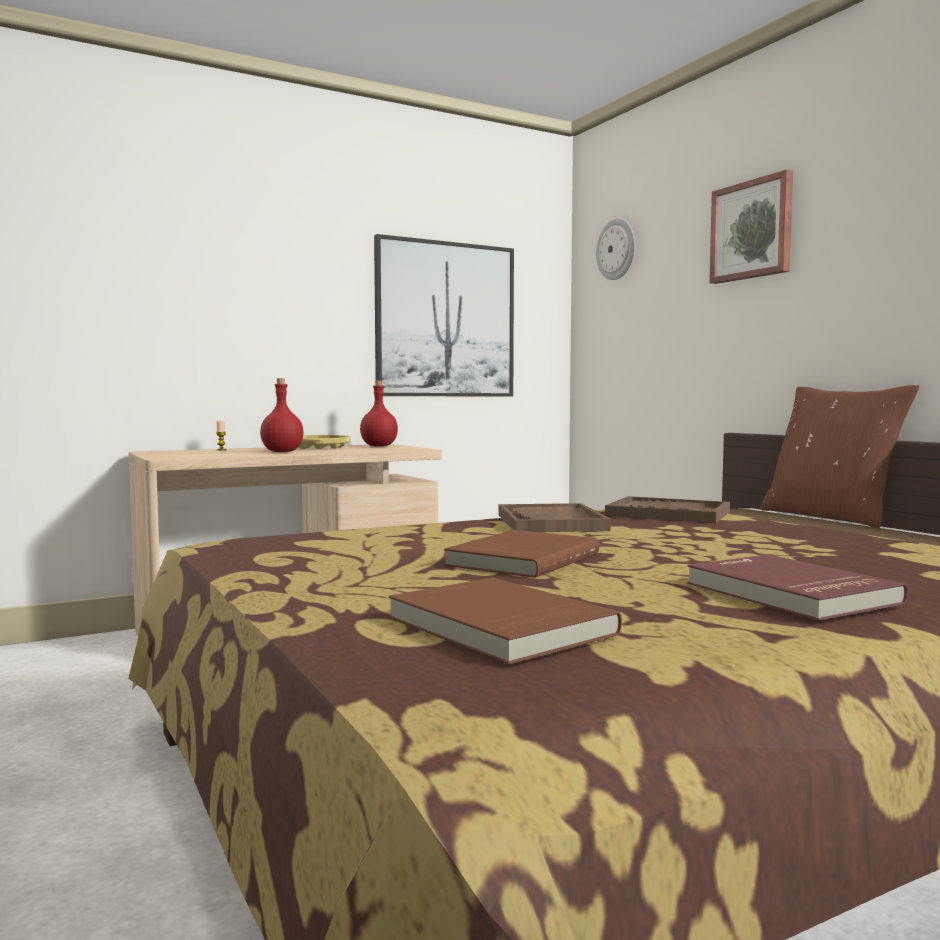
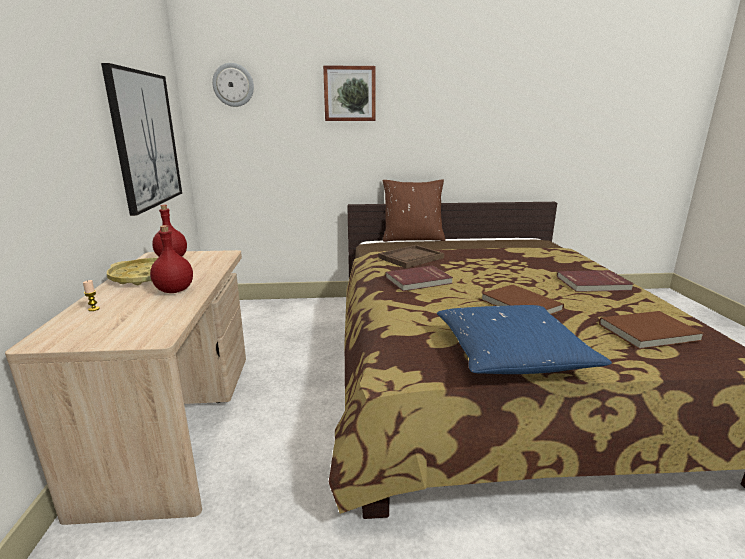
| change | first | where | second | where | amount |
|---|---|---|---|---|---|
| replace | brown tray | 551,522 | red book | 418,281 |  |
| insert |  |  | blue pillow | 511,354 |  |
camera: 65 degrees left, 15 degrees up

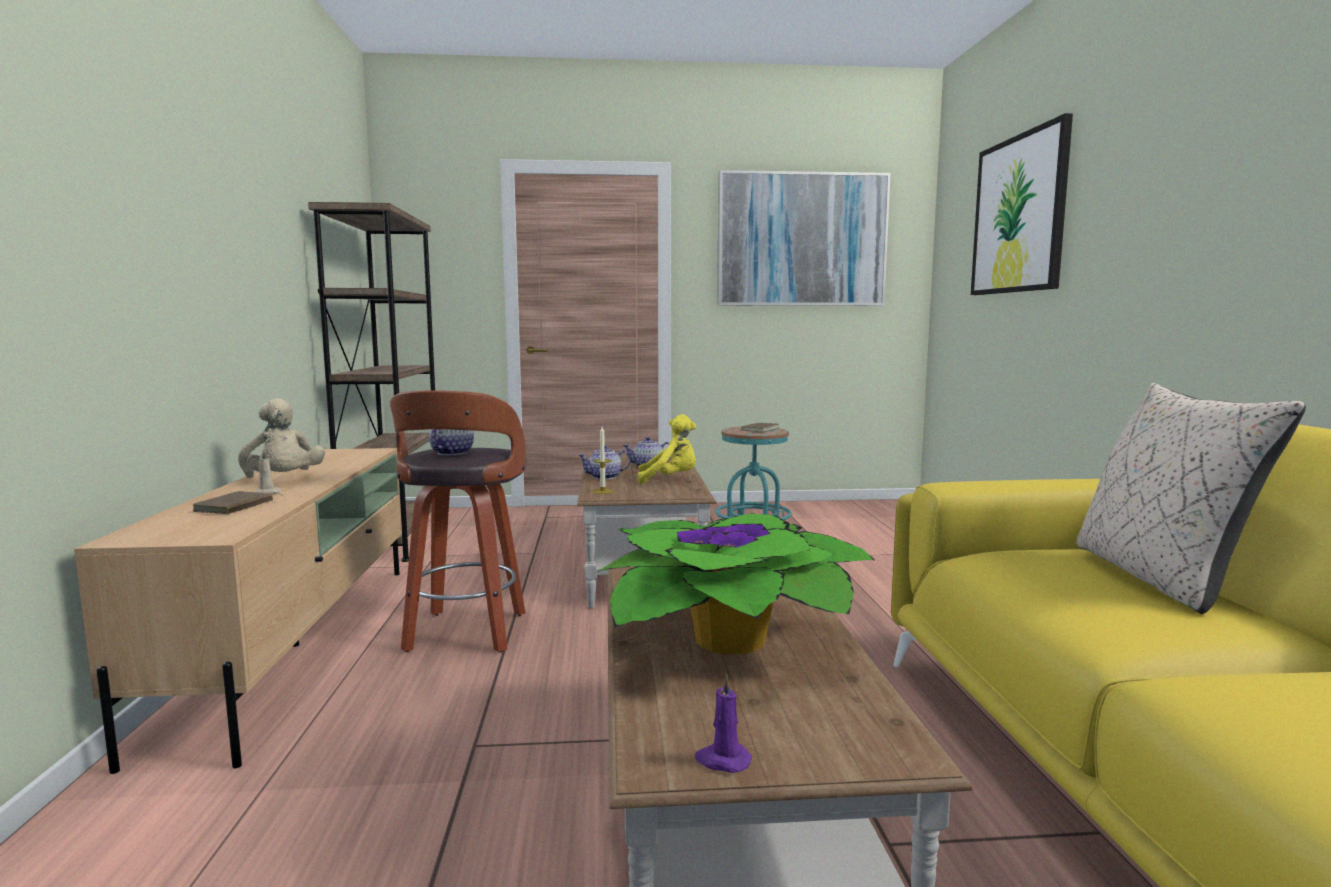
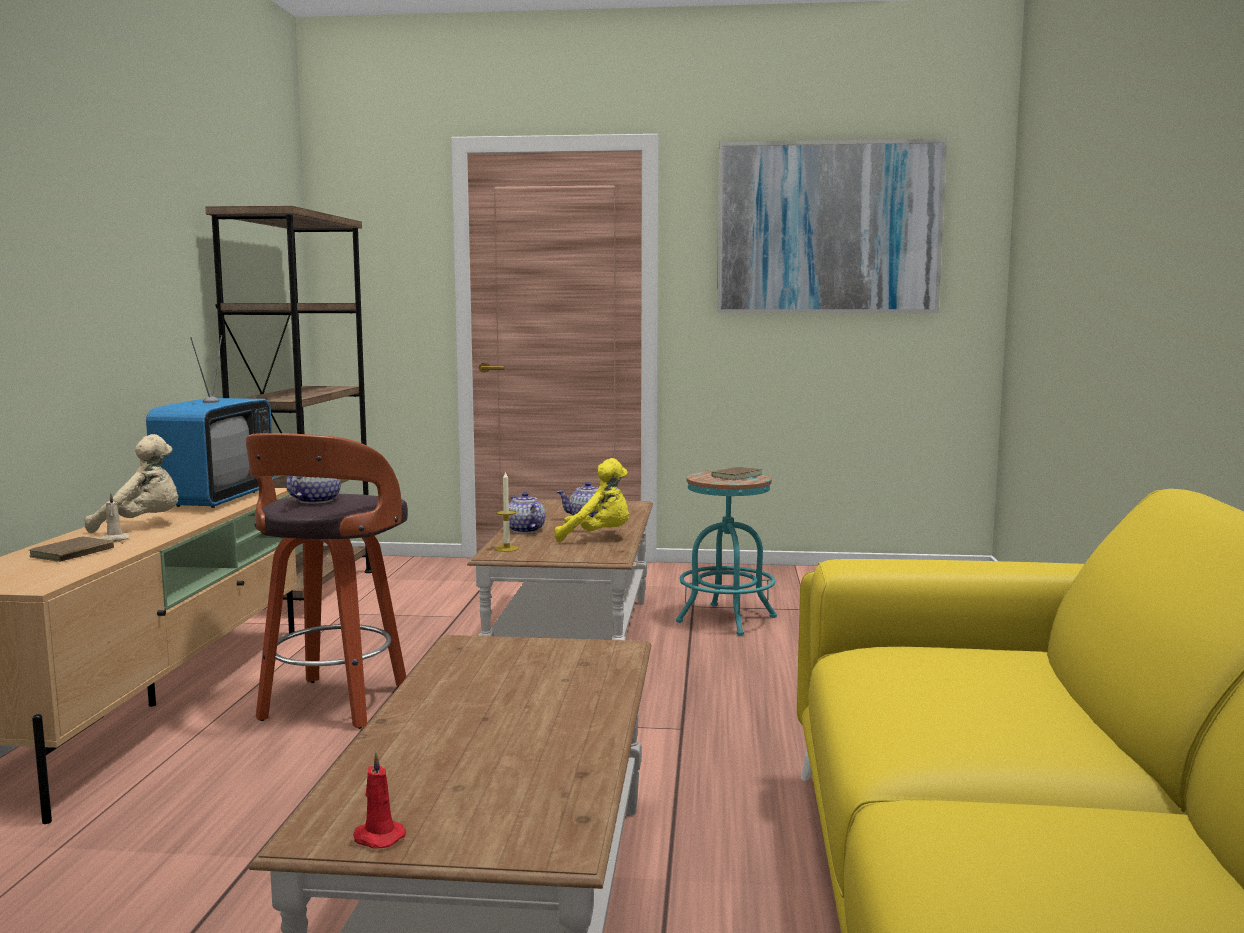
| change | first | where | second | where | amount |
|---|---|---|---|---|---|
| rotate | beige plush toy | 283,481 |  | 142,525 | 75 degrees counterclockwise |
| insert |  |  | television | 216,499 |  |
| recolor | purple candle | 722,760 | red candle | 377,837 |  |
| rotate | teapot | 605,477 |  | 525,530 | 75 degrees clockwise |
| delete | potted plant | 723,636 |  |  |  |
| delete | picture | 1019,214 |  |  |  |
| delete | beige pillow | 1159,577 |  |  |  |
camera: 10 degrees right, 0 degrees up

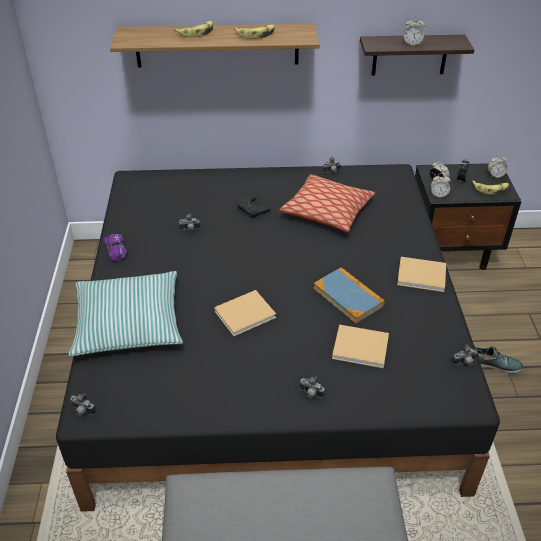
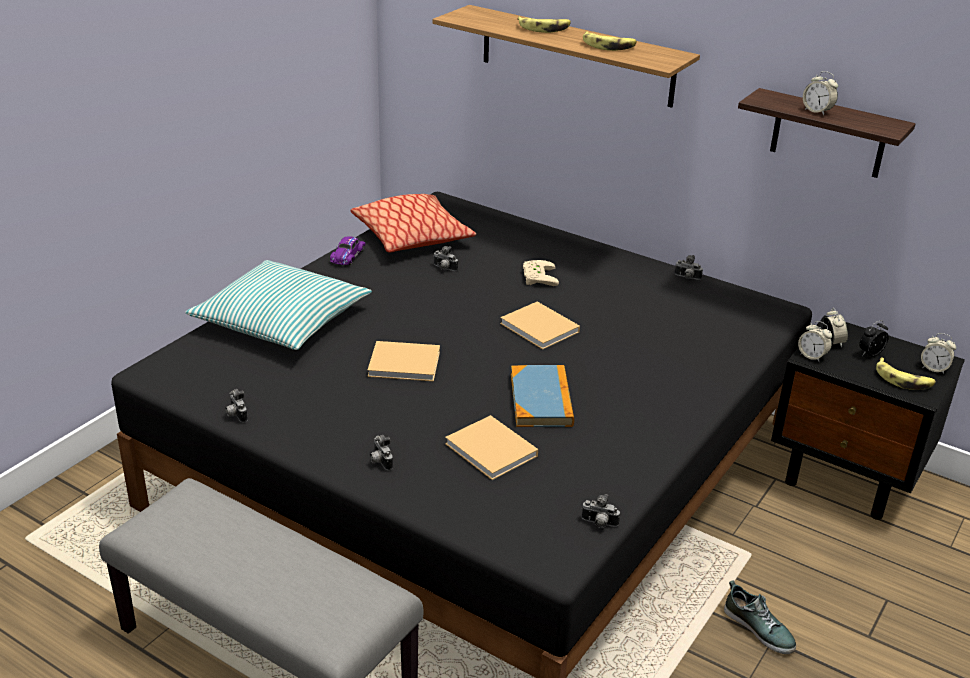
| change | first | where | second | where | amount |
|---|---|---|---|---|---|
| move | photo camera | 82,411 |  | 236,415 |  |
| move | pillow | 327,211 |  | 412,237 |  |
| move | beige book | 423,276 |  | 541,329 |  |
| recolor | black game controller | 251,209 | beige game controller | 536,276 |  |
camera: 35 degrees right, 10 degrees down

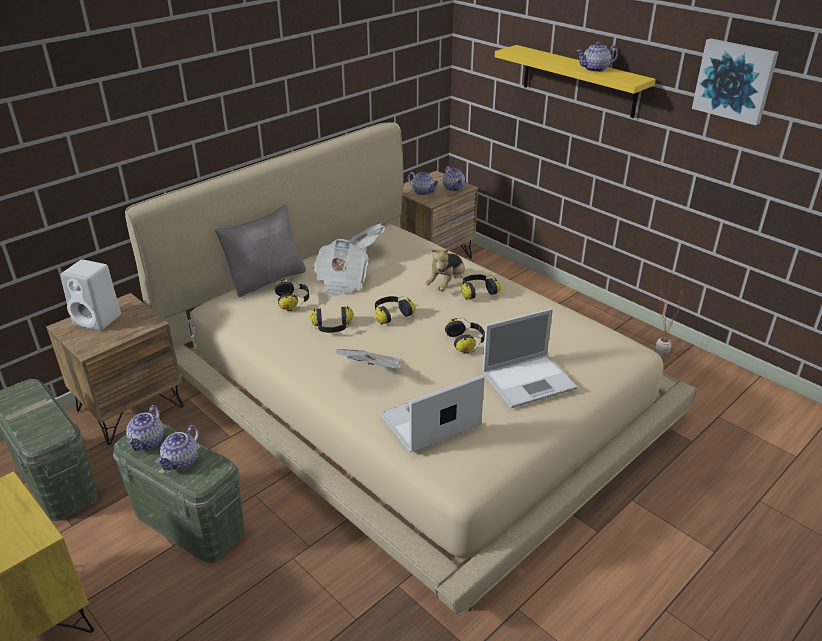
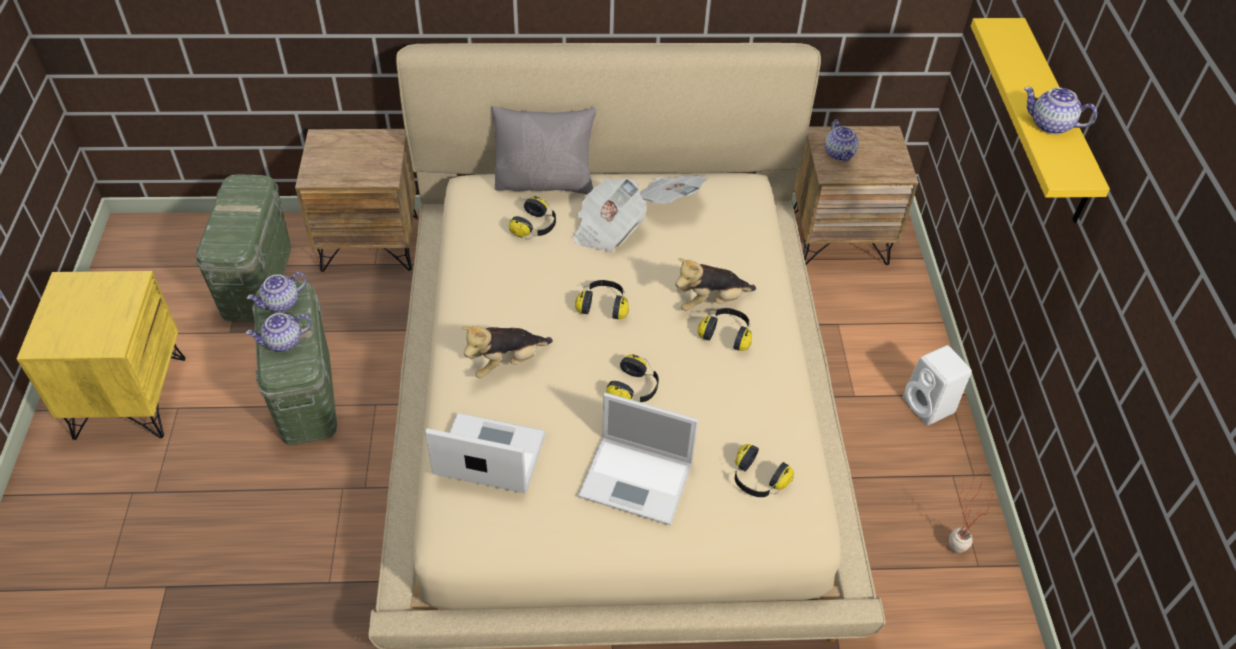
| change | first | where | second | where | amount |
|---|---|---|---|---|---|
| replace | newspaper | 372,372 | plush toy | 506,362 |  |
| move | headphones | 332,328 |  | 757,480 |  |
| move | white speaker | 99,320 |  | 929,406 |  |
| delete | teapot | 453,188 |  |  |  |
| delete | picture | 735,80 |  |  |  |
camera: 40 degrees right, 15 degrees up

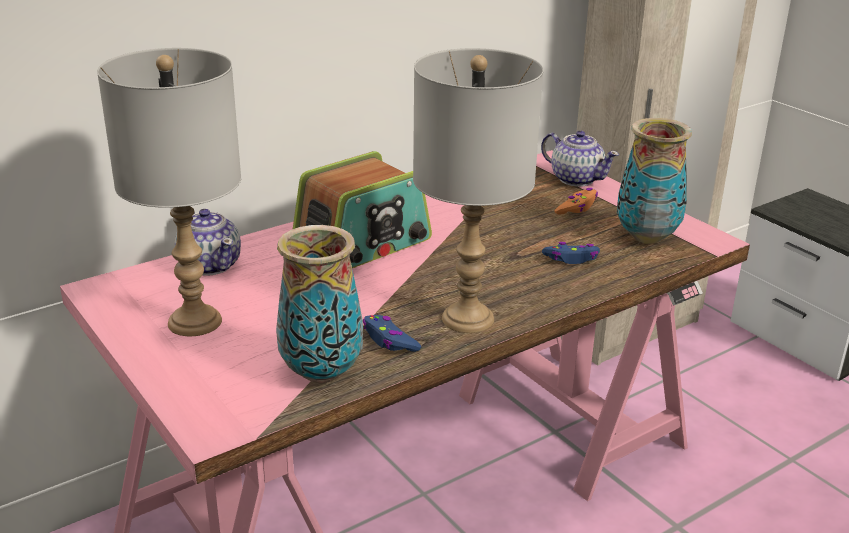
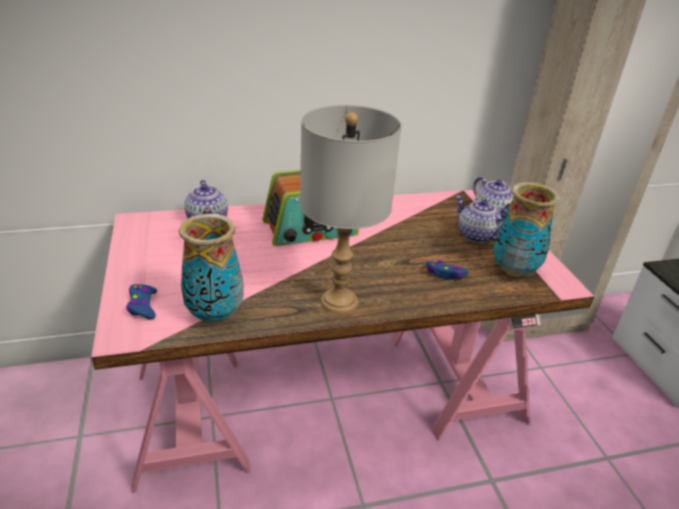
| change | first | where | second | where | amount |
|---|---|---|---|---|---|
| move | blue game controller | 389,341 |  | 143,306 |  |
| replace | orange game controller | 577,208 | teapot | 476,236 |  |
| delete | grey table lamp | 194,322 |  |  |  |
camera: 20 degrees right, 5 degrees up

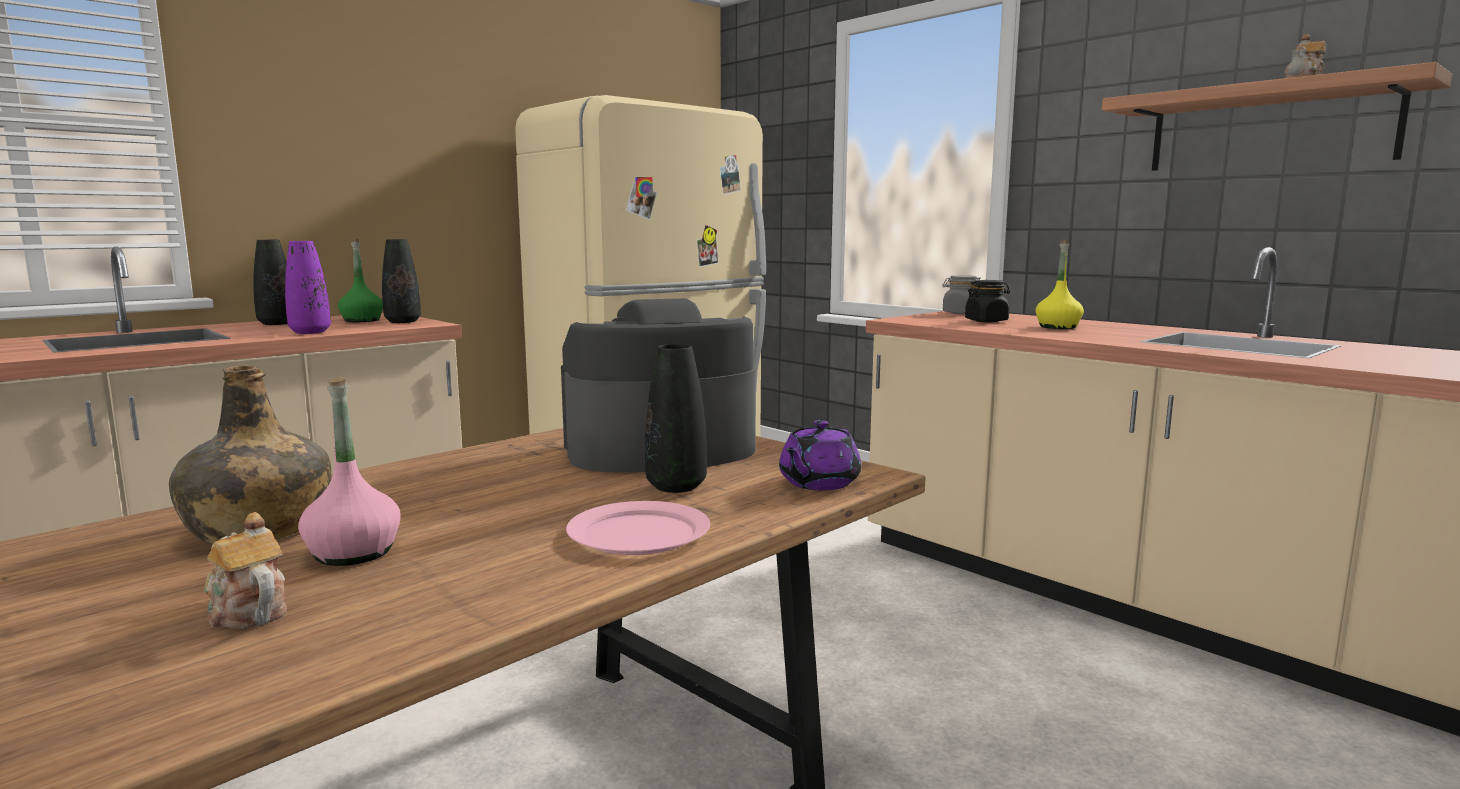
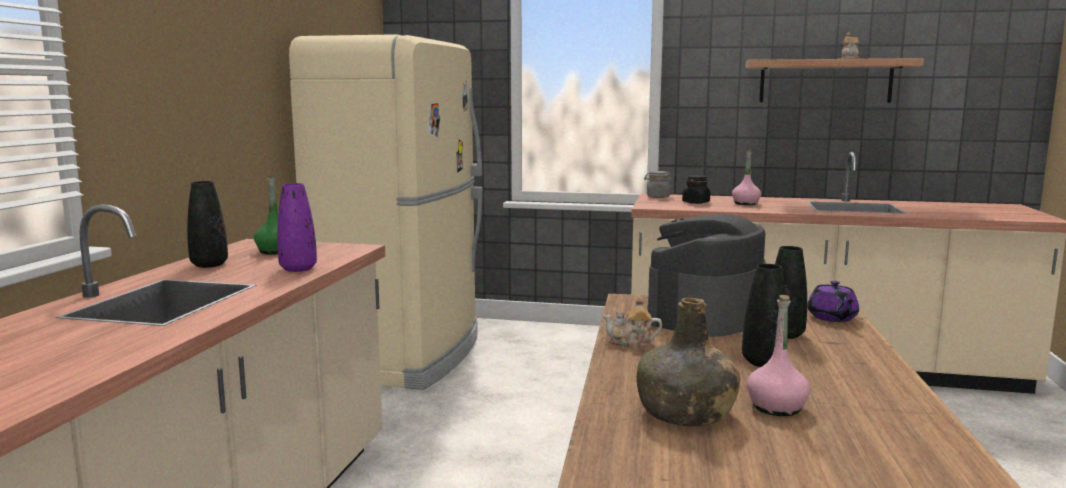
| change | first | where | second | where | amount |
|---|---|---|---|---|---|
| move | teapot | 246,611 |  | 631,343 |  |
| recolor | yellow bottle | 1057,327 | pink bottle | 745,203 |  |
| move | black vase | 403,321 |  | 763,362 |  |
| delete | pink plate | 639,534 |  |  |  |
camera: 35 degrees left, 0 degrees up

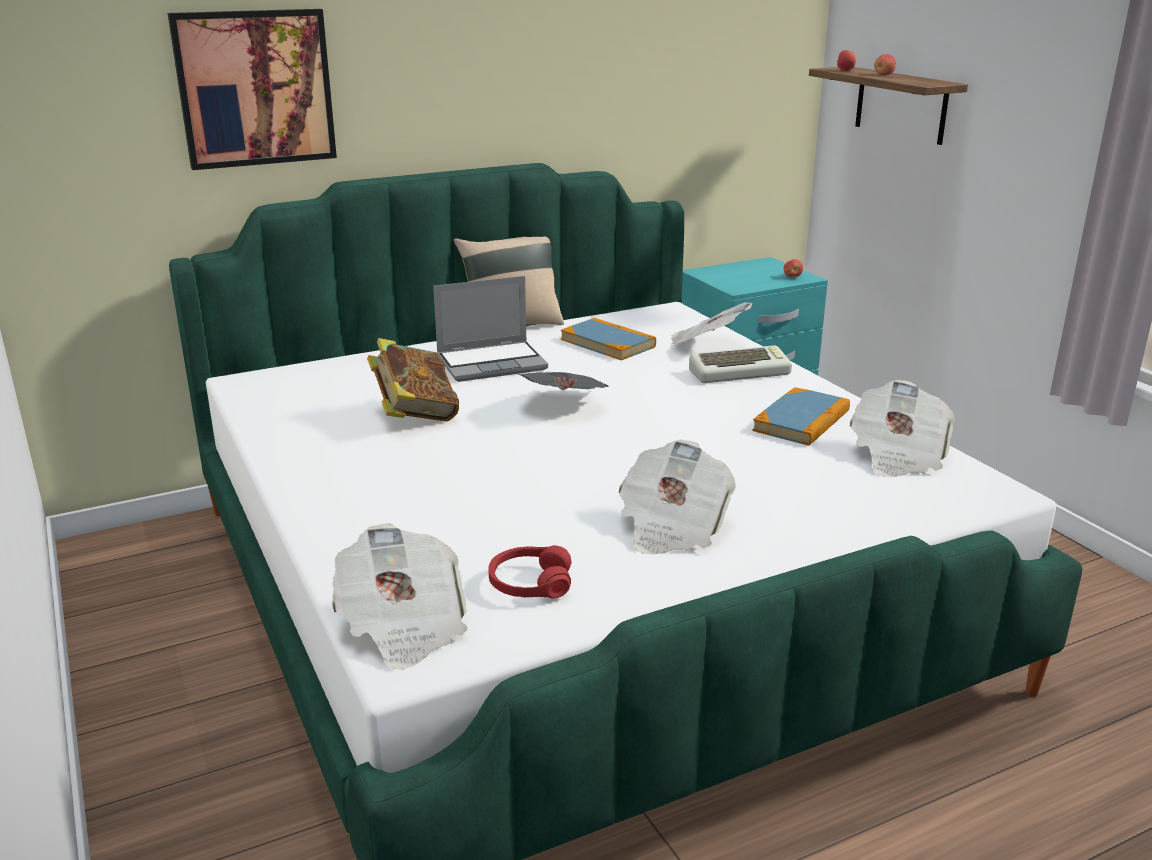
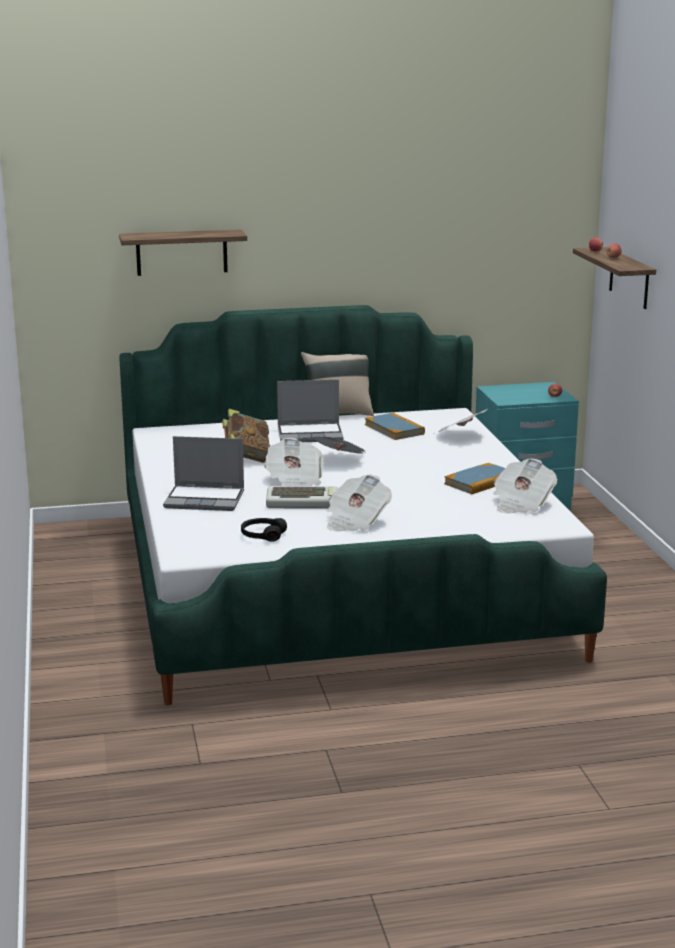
| change | first | where | second | where | amount |
|---|---|---|---|---|---|
| replace | picture | 255,88 | shelf | 181,252 |  |
| insert |  |  | laptop | 206,500 |  |
| recolor | red headphones | 530,584 | black headphones | 263,535 |  |
| move | newspaper | 403,626 |  | 294,481 |  |
| move | keyboard | 739,372 |  | 303,503 |  |
camera: 15 degrees right, 5 degrees down

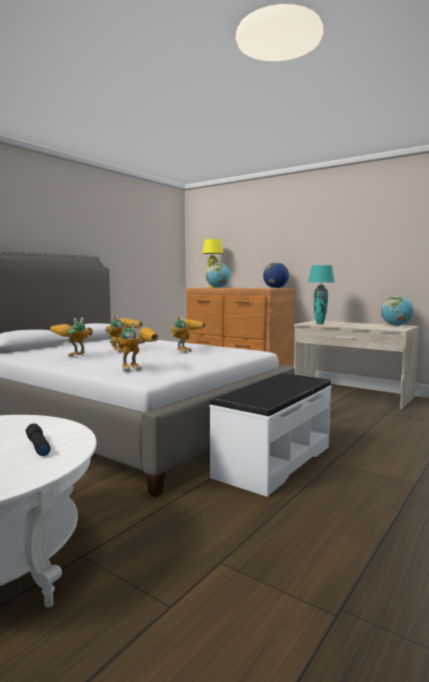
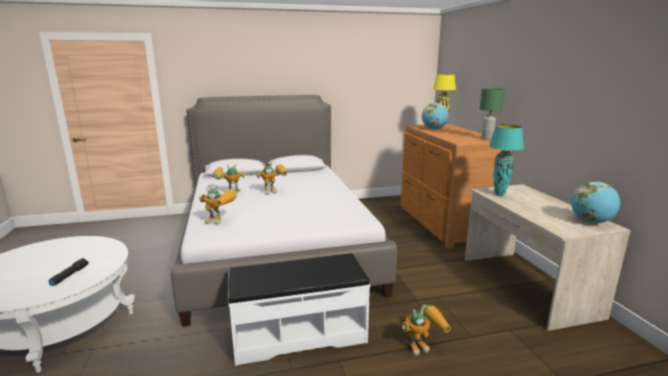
| change | first | where | second | where | amount |
|---|---|---|---|---|---|
| move | toy robot | 184,351 |  | 423,345 |  |
| replace | globe | 275,288 | green table lamp | 487,138 |  |
camera: 40 degrees right, 10 degrees up

